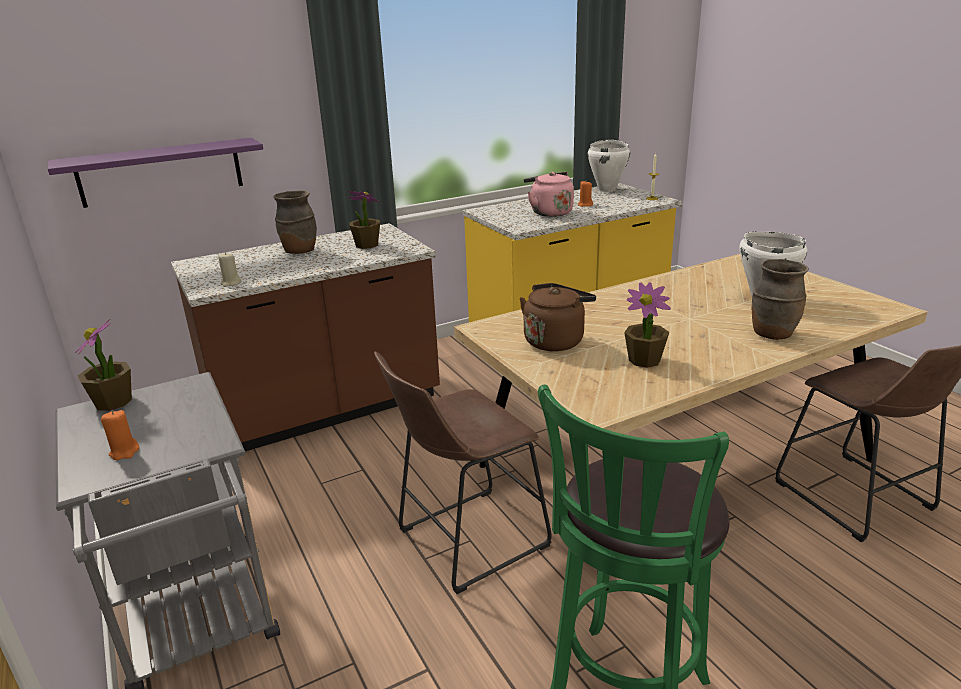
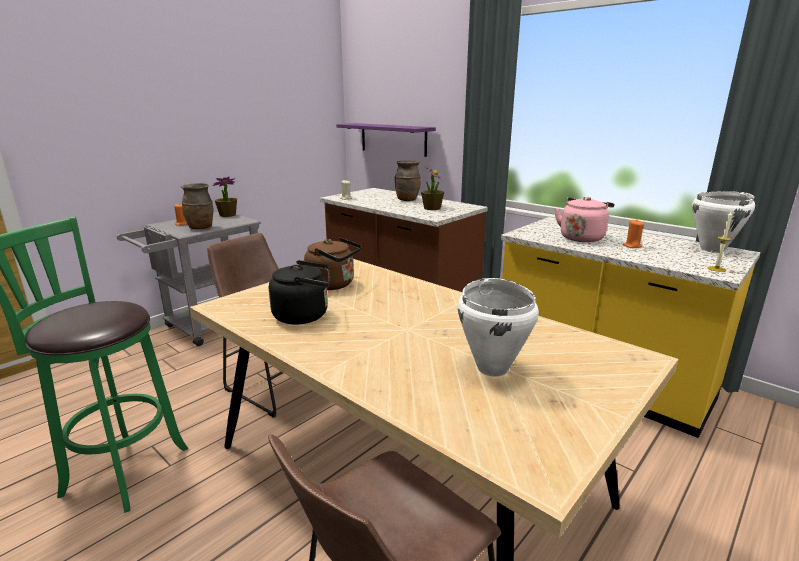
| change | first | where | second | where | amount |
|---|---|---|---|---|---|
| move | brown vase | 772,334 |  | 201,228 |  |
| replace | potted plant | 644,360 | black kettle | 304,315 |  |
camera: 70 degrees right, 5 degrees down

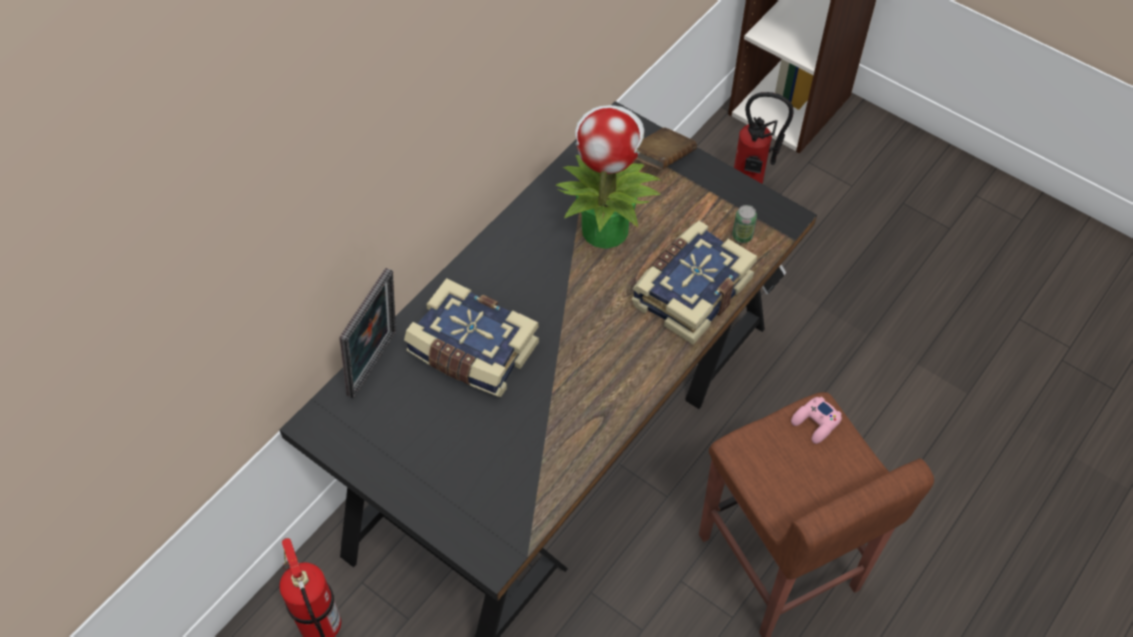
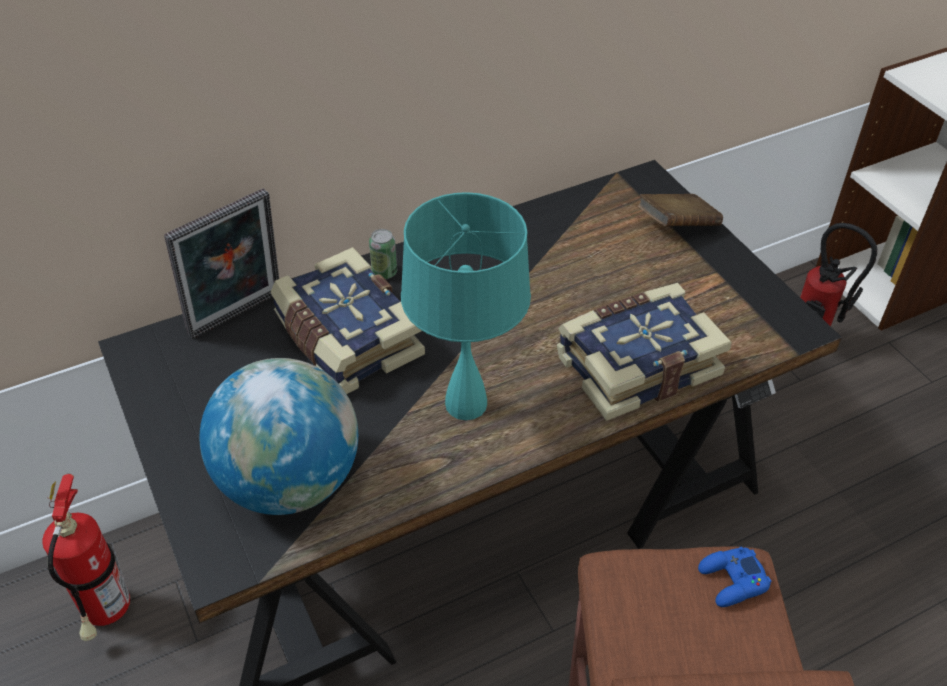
| change | first | where | second | where | amount |
|---|---|---|---|---|---|
| insert |  |  | globe | 290,481 |  |
| move | can | 742,236 |  | 384,272 |  |
| insert |  |  | turquoise table lamp | 466,404 |  |
| recolor | pink game controller | 815,423 | blue game controller | 732,581 |  |
| delete | potted plant | 604,228 |  |  |  |
camera: 25 degrees right, 10 degrees down

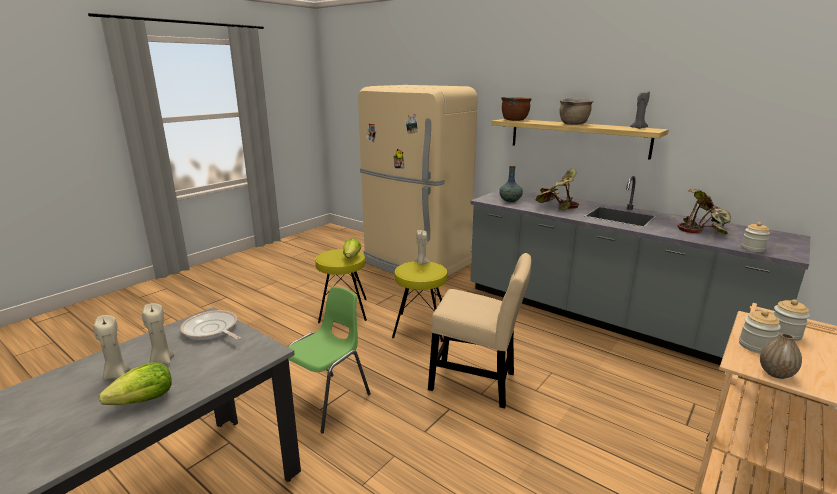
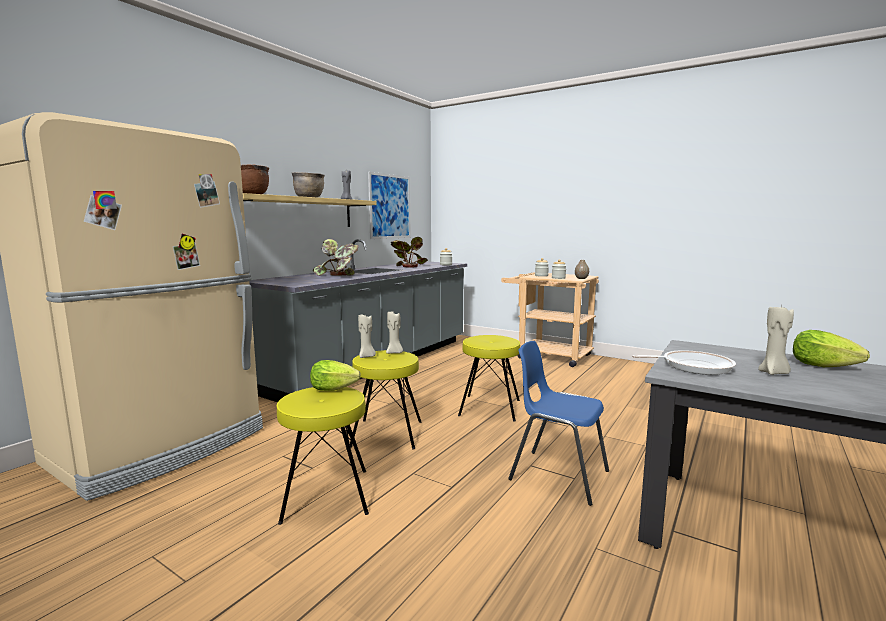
| change | first | where | second | where | amount |
|---|---|---|---|---|---|
| insert |  |  | picture | 390,206 |  |
| move | beige candle | 116,375 |  | 395,353 |  |
| replace | beige chair | 477,383 | yellow stool | 490,407 |  |
| recolor | green chair | 328,401 | blue chair | 558,475 |  |
| rotate | frying pan | 211,330 |  | 692,366 | 120 degrees counterclockwise |
| delete | vase | 510,201 |  |  |  |
camera: 95 degrees left, 10 degrees down

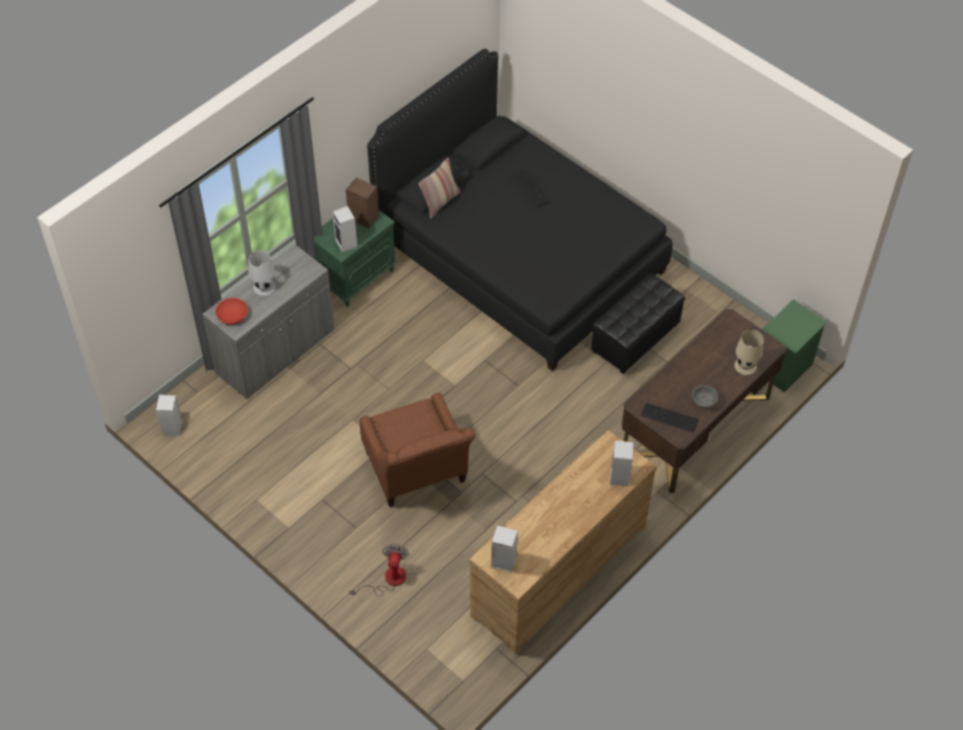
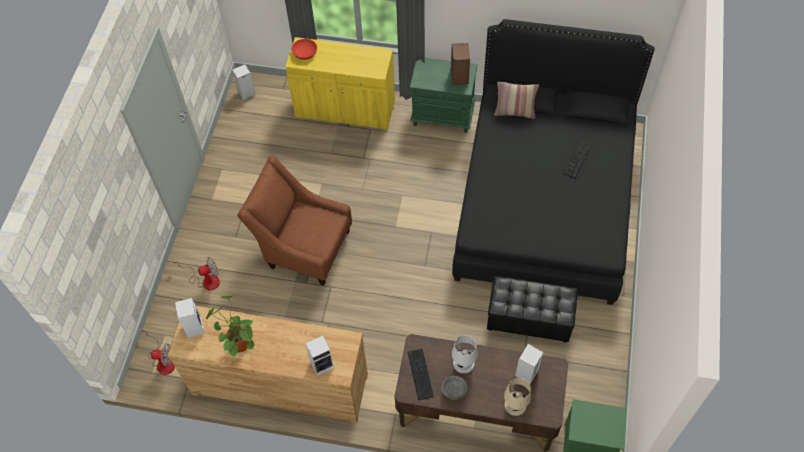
| change | first | where | second | where | amount |
|---|---|---|---|---|---|
| insert |  |  | fan | 162,361 |  |
| insert |  |  | potted plant | 238,342 |  |
| rotate | brown armchair | 417,473 |  | 304,247 | 75 degrees clockwise |
| recolor | grey cabinet | 275,352 | yellow cabinet | 345,109 |  |
| move | white table lamp | 264,287 |  | 463,363 |  |
| move | speaker | 347,244 |  | 526,374 |  |
camera: 60 degrees right, 5 degrees up

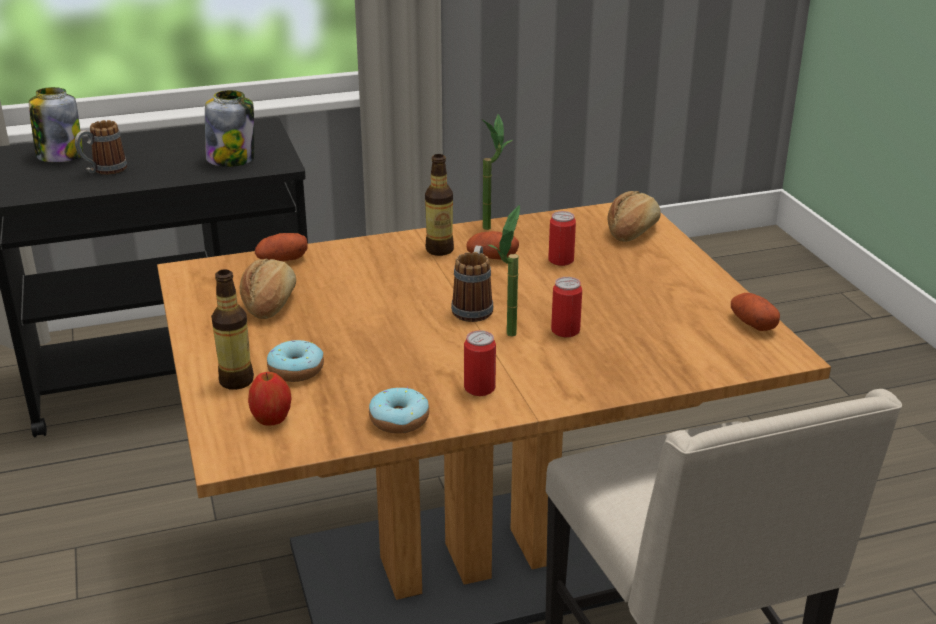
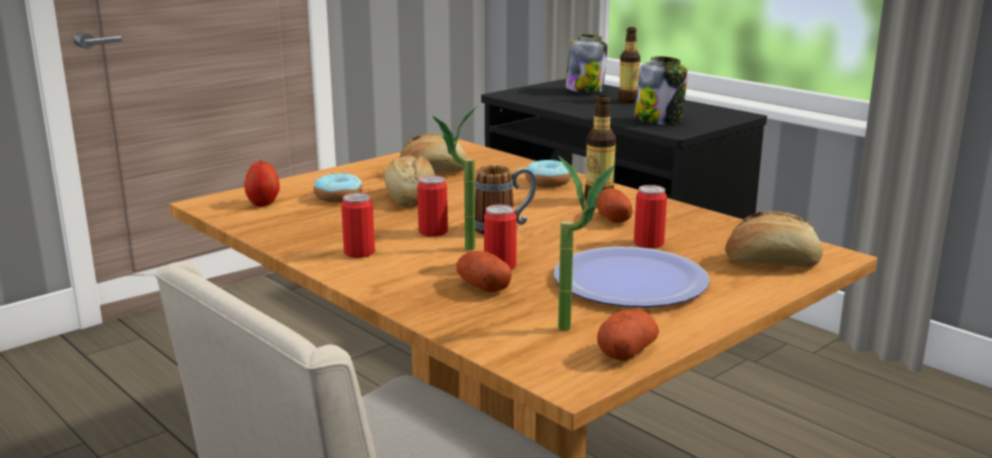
| change | first | where | second | where | amount |
|---|---|---|---|---|---|
| insert |  |  | bread | 410,197 |  |
| insert |  |  | can | 433,232 |  |
| move | potato | 282,260 |  | 483,287 |  |
| move | donut | 399,420 |  | 548,182 |  |
| insert |  |  | plate | 630,281 |  |
| move | potted plant | 491,224 |  | 578,329 |  |
| move | bottle | 236,381 |  | 628,100 |  |
| delete | mug | 103,171 |  |  |  |
camera: 65 degrees right, 10 degrees down

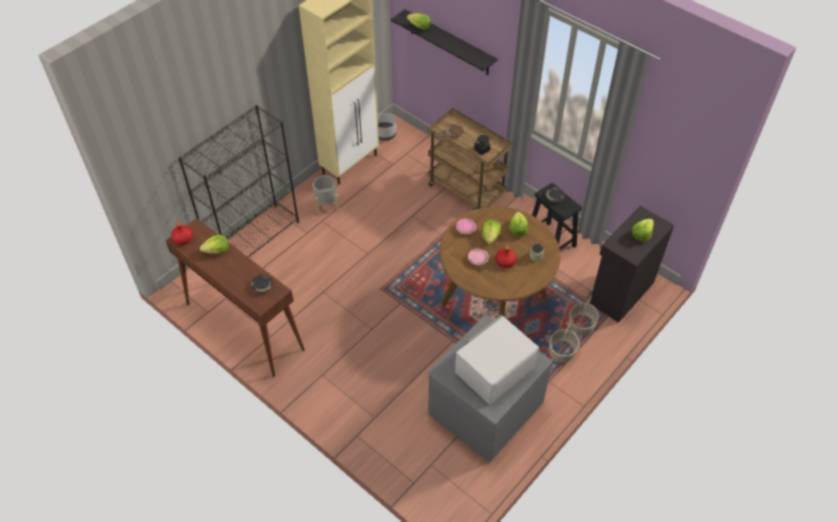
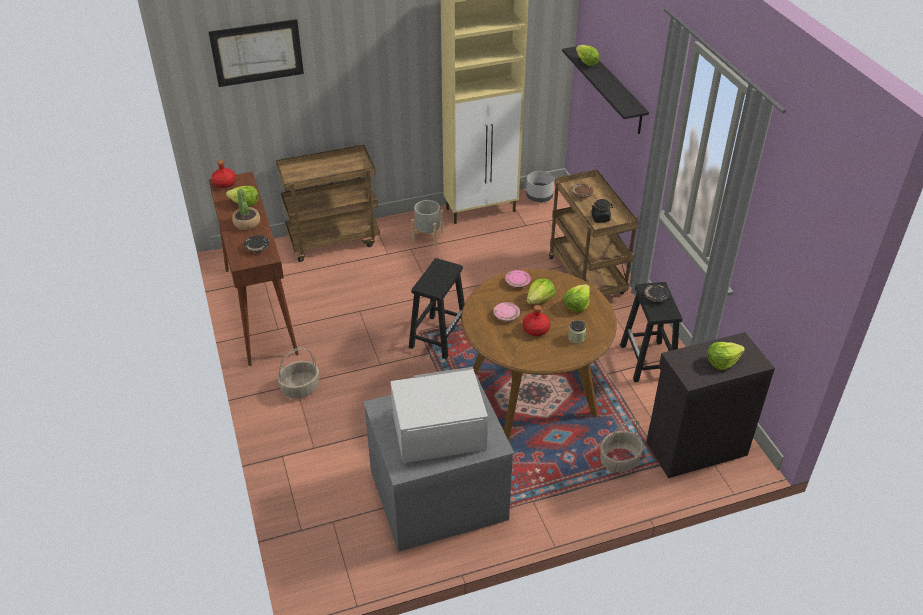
| change | first | where | second | where | amount |
|---|---|---|---|---|---|
| insert |  |  | picture | 257,53 |  |
| insert |  |  | potted plant | 247,223 |  |
| replace | black bookcase | 254,238 | brown cart | 334,240 |  |
| move | basket | 562,351 |  | 300,388 |  |
| insert |  |  | black stool | 438,336 |  |
camera: 30 degrees right, 10 degrees down

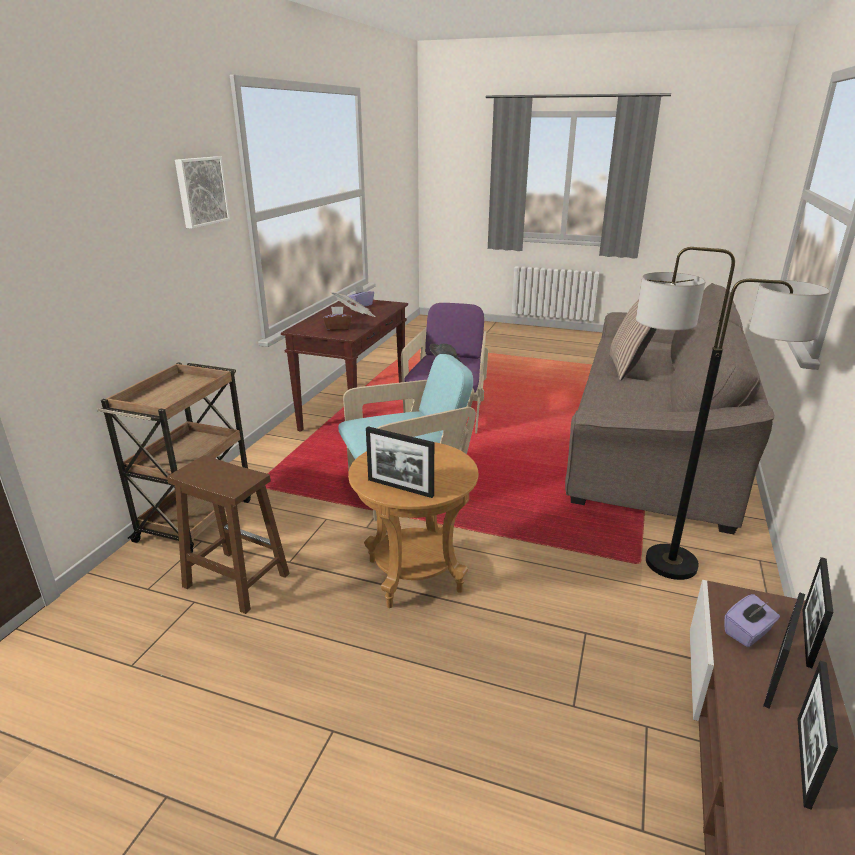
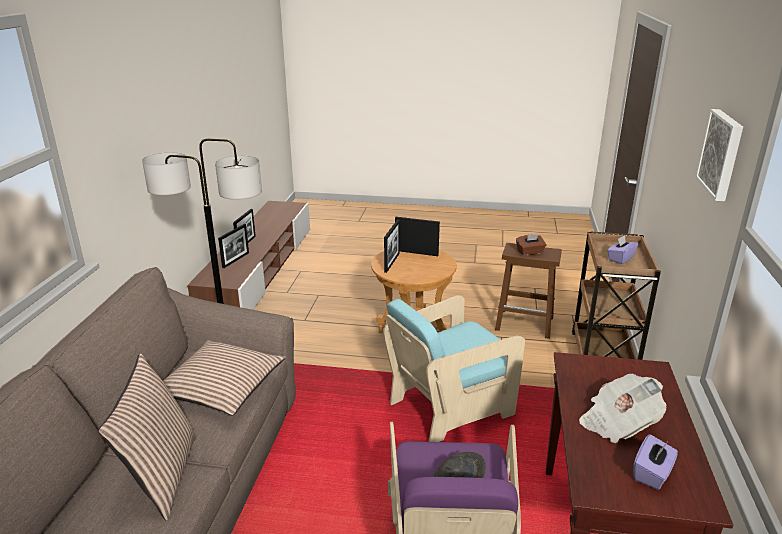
| change | first | where | second | where | amount |
|---|---|---|---|---|---|
| insert |  |  | pillow | 221,387 |  |
| move | picture frame | 807,637 |  | 392,262 |  |
| move | brown tissue box | 338,328 |  | 530,252 |  |
| move | purple tissue box | 747,632 |  | 620,258 |  |
camera: 170 degrees right, 0 degrees up

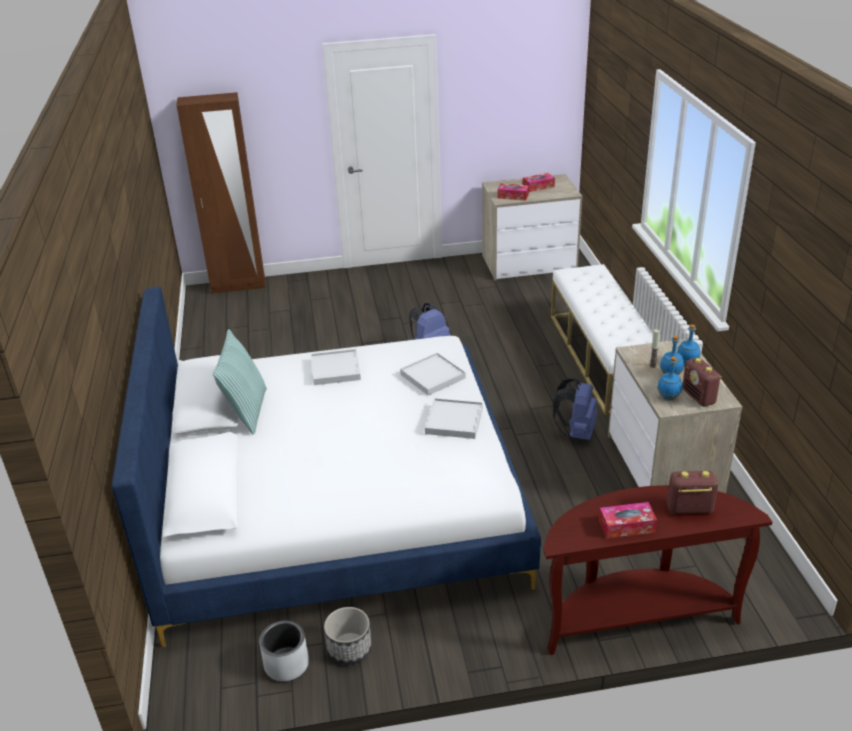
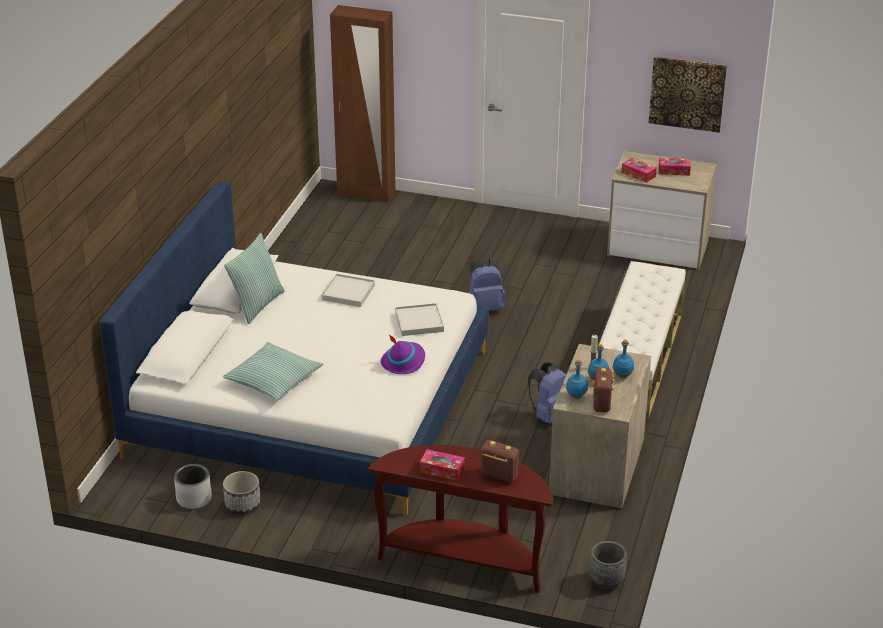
| change | first | where | second | where | amount |
|---|---|---|---|---|---|
| insert |  |  | pillow | 273,380 |  |
| replace | white tray | 454,421 | purple hat | 403,361 |  |
| insert |  |  | grey planter | 606,580 |  |
| insert |  |  | picture | 687,93 |  |
camera: 25 degrees right, 0 degrees up

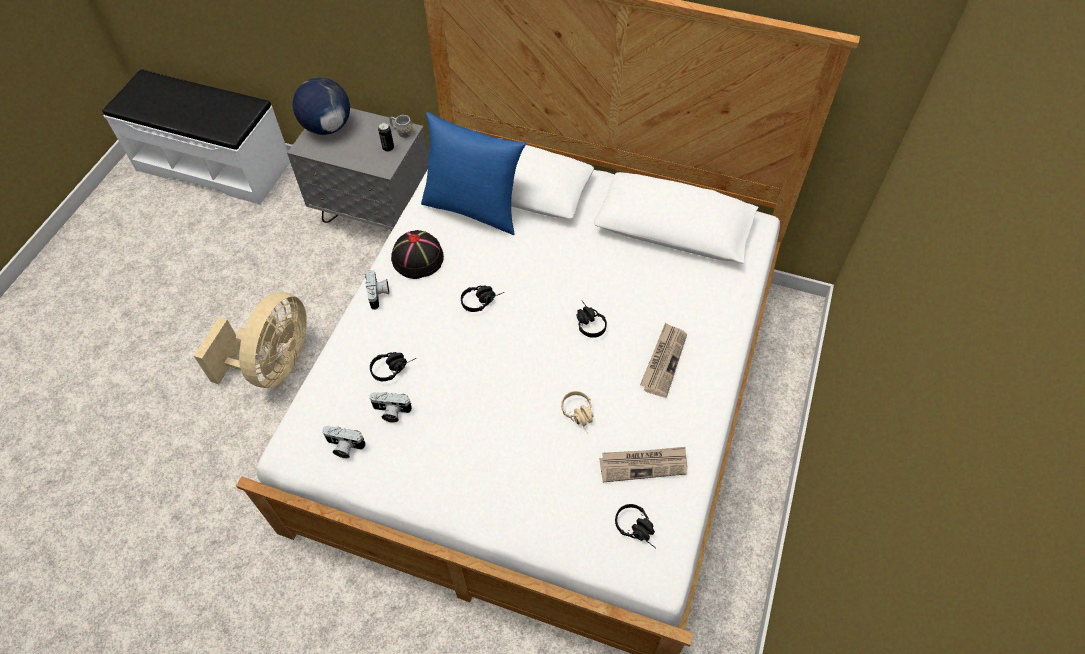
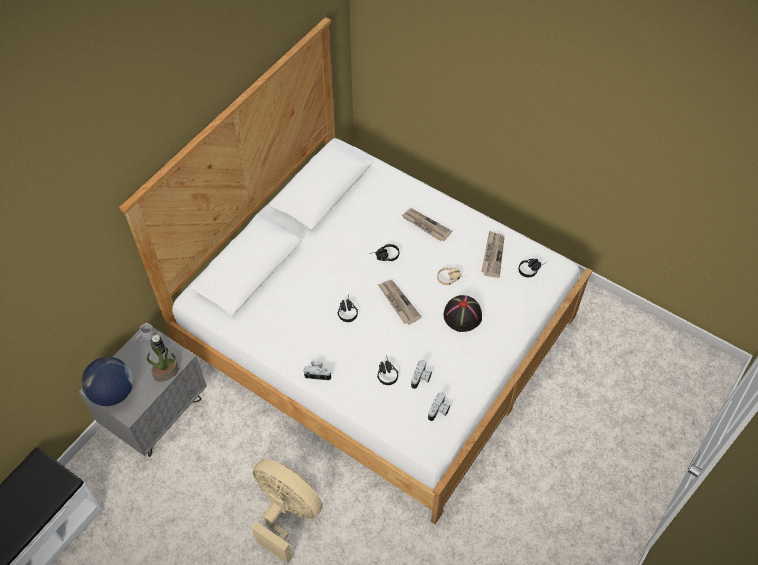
| change | first | where | second | where | amount |
|---|---|---|---|---|---|
| insert |  |  | potted plant | 166,372 |  |
| insert |  |  | newspaper | 398,303 |  |
| move | black hat | 418,259 |  | 463,315 |  |
| delete | blue pillow | 474,208 |  |  |  |
camera: 75 degrees left, 0 degrees up

